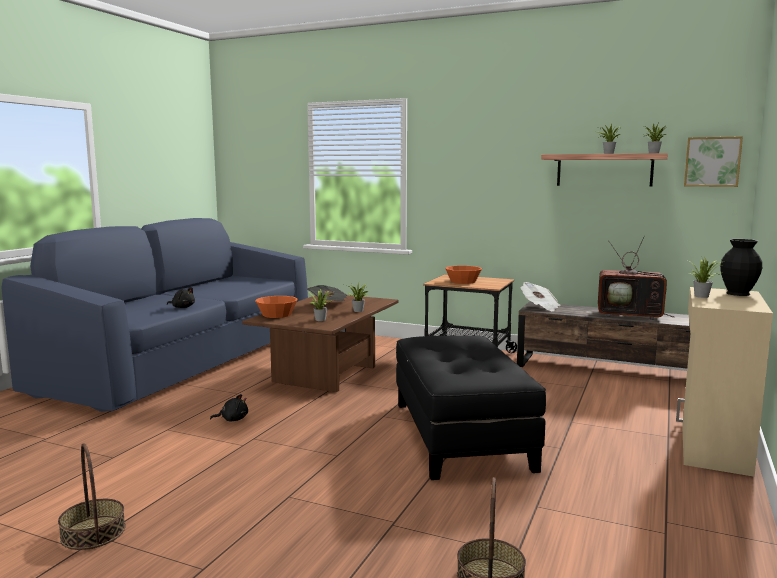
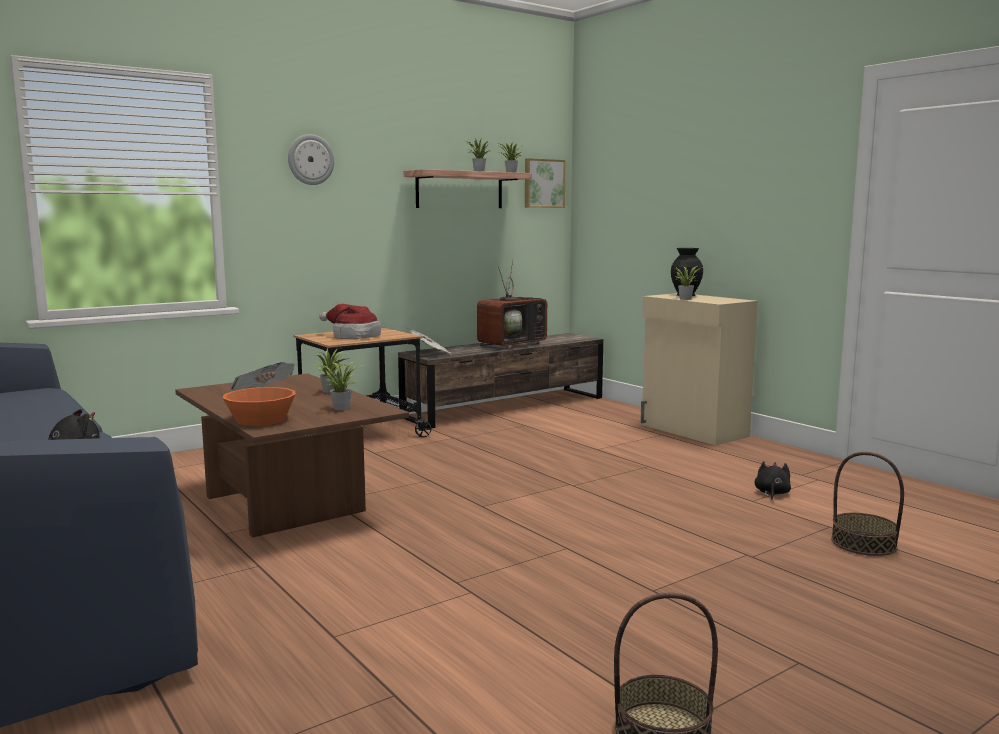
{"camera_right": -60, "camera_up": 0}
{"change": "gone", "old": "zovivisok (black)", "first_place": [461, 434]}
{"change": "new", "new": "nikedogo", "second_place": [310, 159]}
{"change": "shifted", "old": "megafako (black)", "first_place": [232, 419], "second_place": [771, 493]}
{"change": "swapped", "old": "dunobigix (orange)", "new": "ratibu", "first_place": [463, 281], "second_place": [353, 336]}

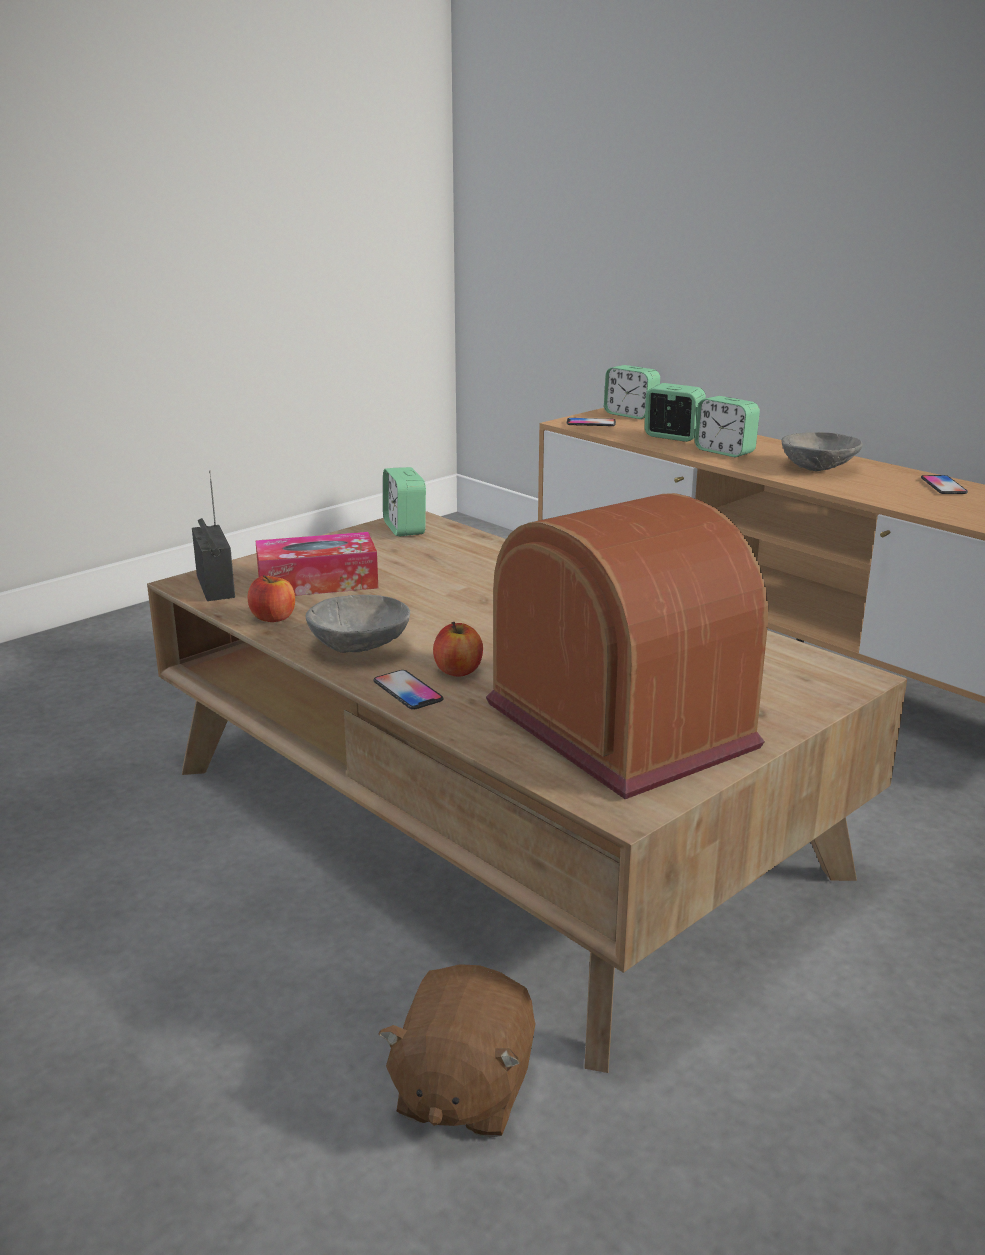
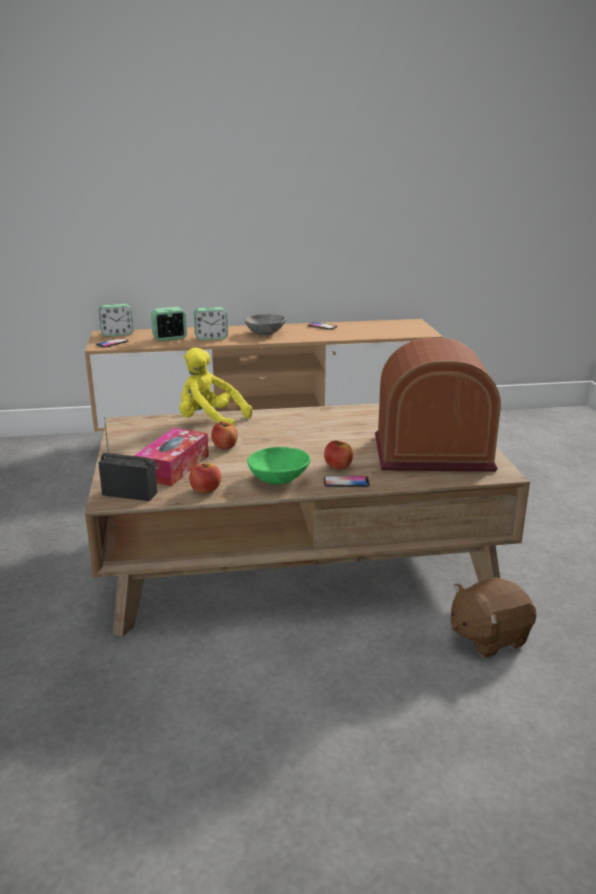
{"camera_right": -55, "camera_up": 0}
{"change": "gone", "old": "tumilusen", "first_place": [404, 528]}
{"change": "new", "new": "megafako (yellow)", "second_place": [210, 422]}
{"change": "new", "new": "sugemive", "second_place": [225, 446]}
{"change": "repainted", "old": "dunobigix (grey)", "new": "dunobigix (green)", "first_place": [361, 647], "second_place": [280, 479]}
{"change": "rotated", "old": "megafako (brown)", "first_place": [462, 1091], "second_place": [488, 637], "degrees": 105}

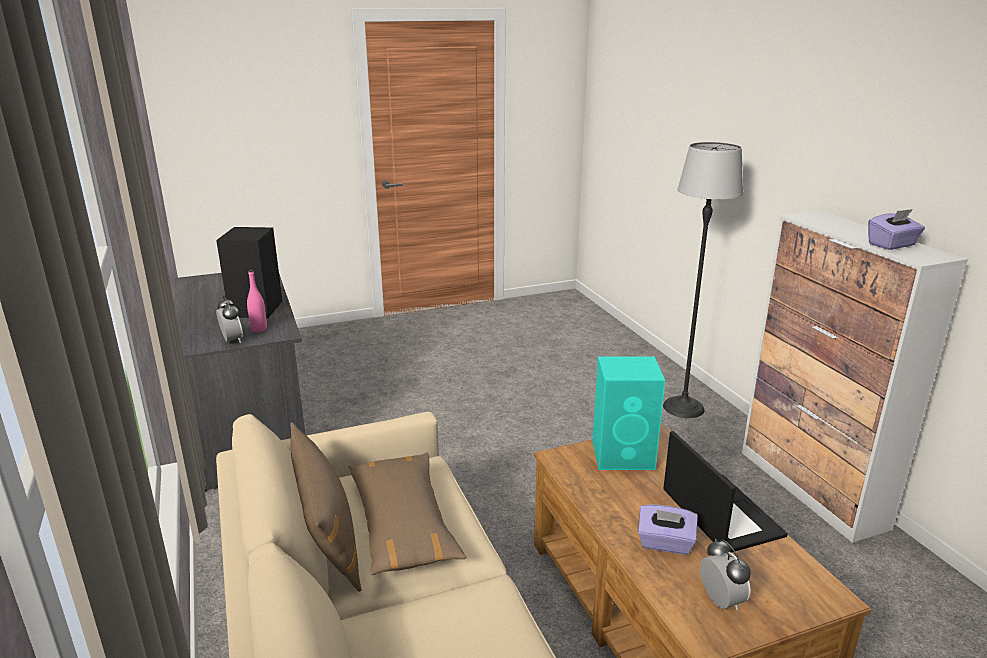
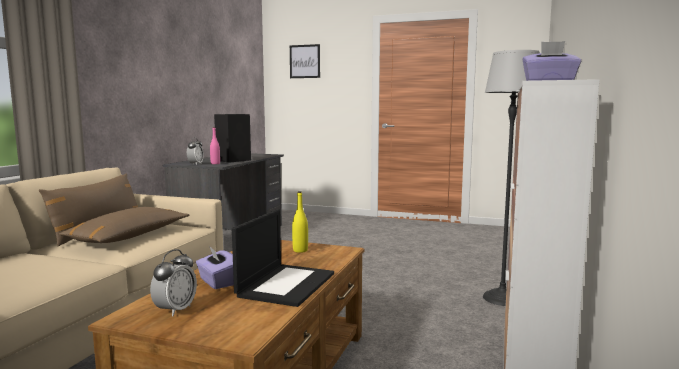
{"camera_right": 40, "camera_up": -15}
{"change": "new", "new": "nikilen", "second_place": [305, 61]}
{"change": "swapped", "old": "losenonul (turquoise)", "new": "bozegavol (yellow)", "first_place": [624, 455], "second_place": [300, 250]}

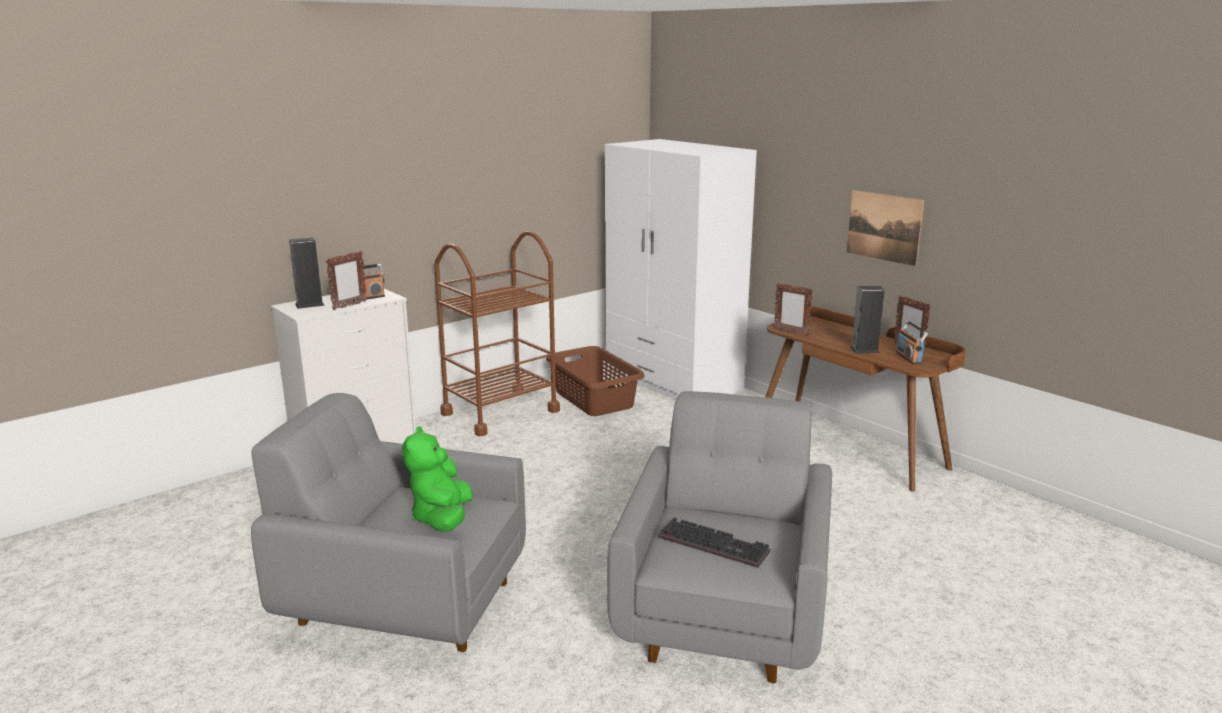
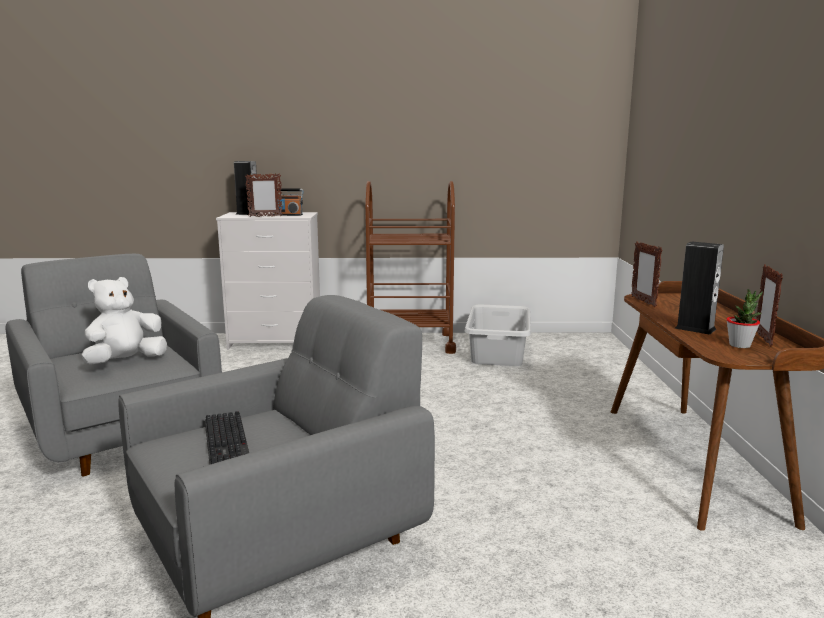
{"camera_right": 40, "camera_up": -5}
{"change": "gone", "old": "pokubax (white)", "first_place": [672, 381]}
{"change": "gone", "old": "nikilen", "first_place": [884, 227]}
{"change": "swapped", "old": "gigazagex", "new": "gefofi", "first_place": [908, 357], "second_place": [740, 345]}
{"change": "repainted", "old": "megafako (green)", "new": "megafako (white)", "first_place": [442, 518], "second_place": [125, 362]}
{"change": "repainted", "old": "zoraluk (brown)", "new": "zoraluk (grey)", "first_place": [594, 399], "second_place": [498, 352]}

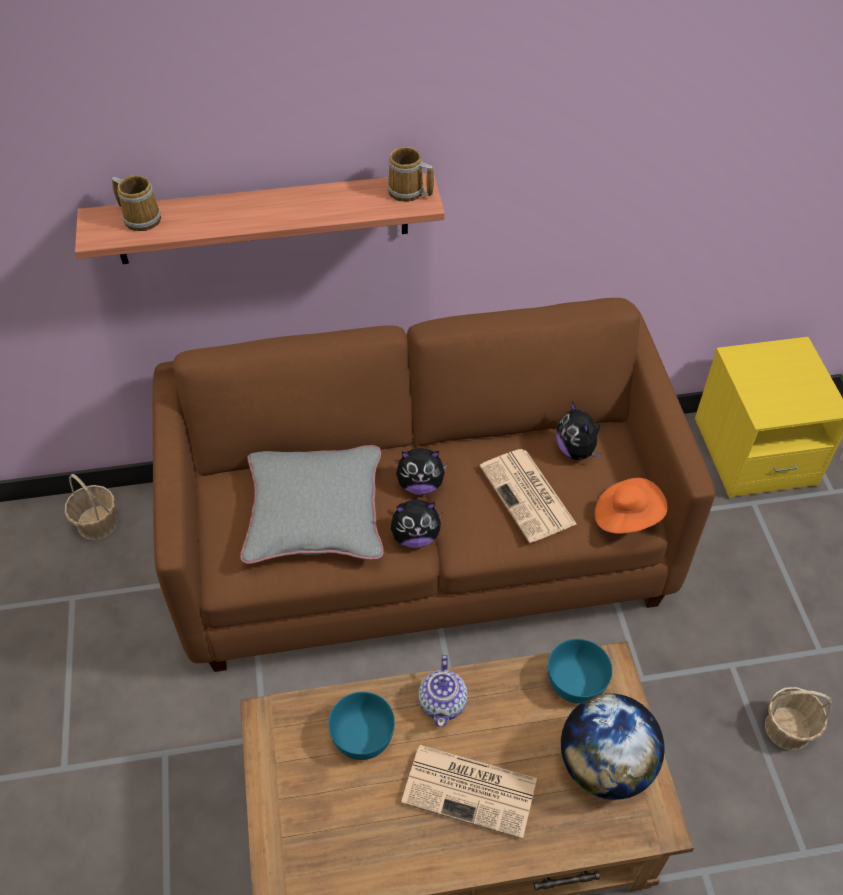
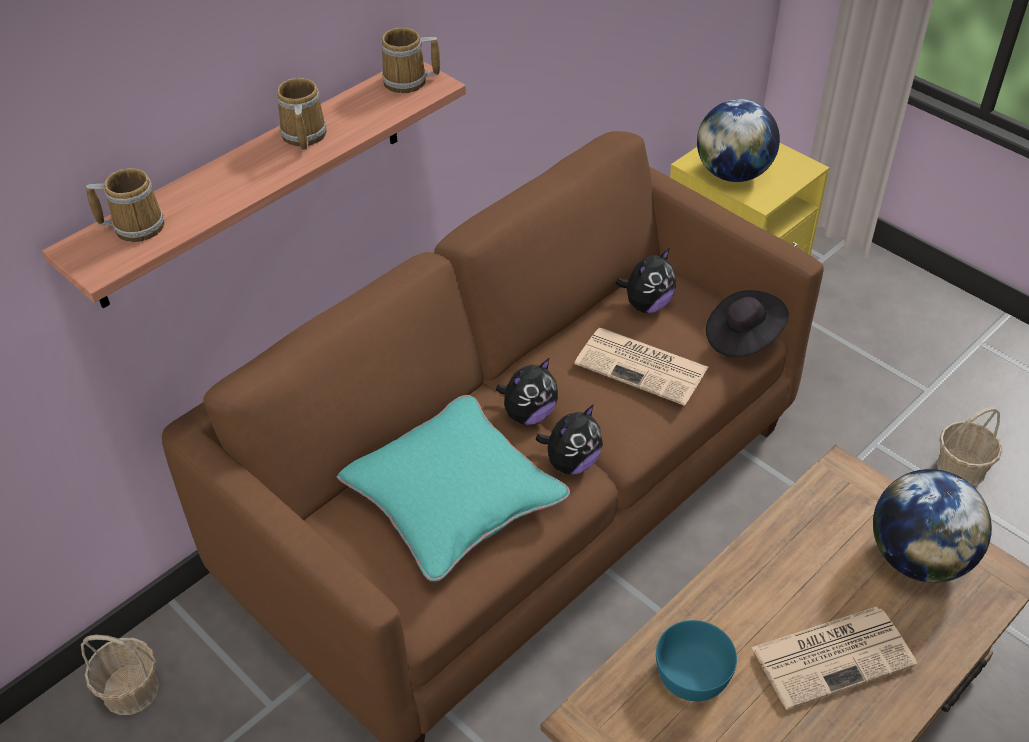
{"camera_right": -35, "camera_up": -5}
{"change": "gone", "old": "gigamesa", "first_place": [443, 702]}
{"change": "gone", "old": "dunobigix (turquoise)", "first_place": [575, 680]}
{"change": "new", "new": "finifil", "second_place": [302, 136]}
{"change": "new", "new": "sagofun", "second_place": [733, 173]}
{"change": "repainted", "old": "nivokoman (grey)", "new": "nivokoman (turquoise)", "first_place": [314, 512], "second_place": [452, 495]}
{"change": "repainted", "old": "ratibu (orange)", "new": "ratibu (black)", "first_place": [626, 516], "second_place": [743, 337]}
{"change": "rotated", "old": "megafako", "first_place": [577, 450], "second_place": [647, 304], "degrees": -75}

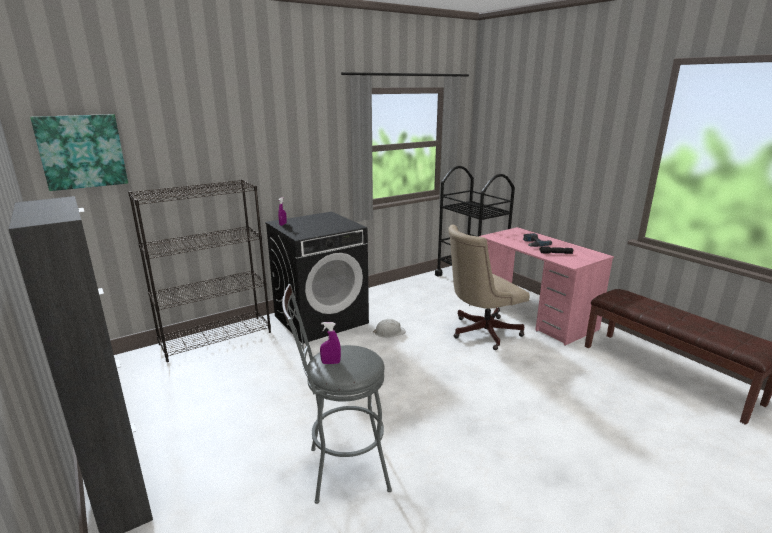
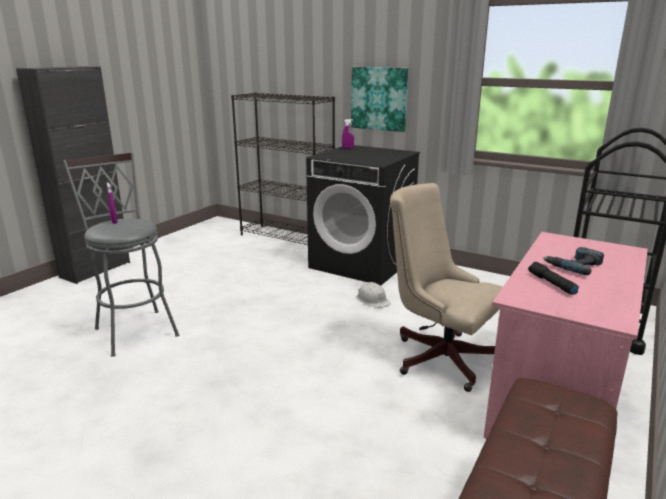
{"camera_right": 65, "camera_up": 0}
{"change": "shifted", "old": "nikilen", "first_place": [82, 151], "second_place": [379, 98]}

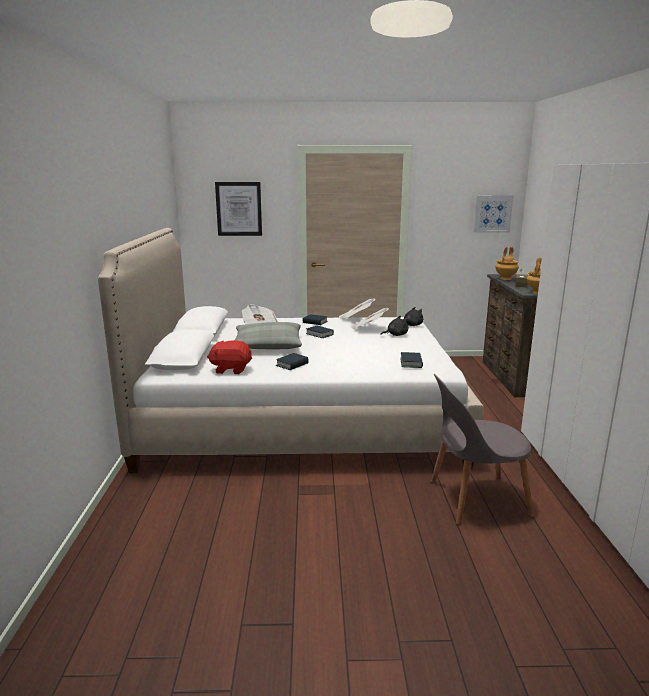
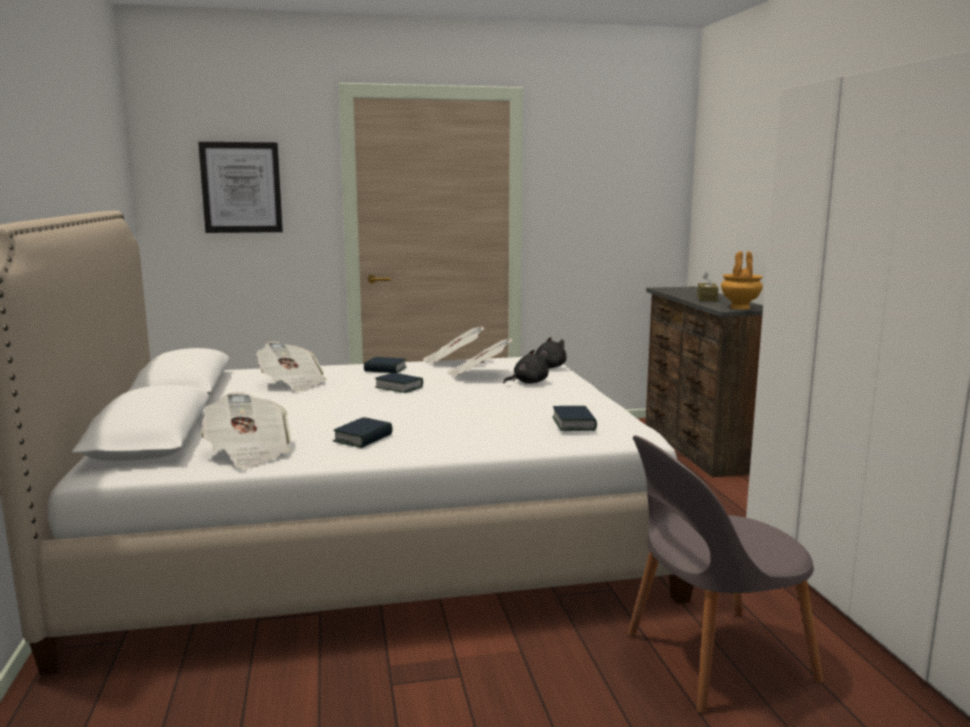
{"camera_right": -10, "camera_up": -5}
{"change": "gone", "old": "nivokoman (grey)", "first_place": [267, 345]}
{"change": "gone", "old": "nikilen", "first_place": [492, 214]}
{"change": "gone", "old": "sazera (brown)", "first_place": [505, 279]}
{"change": "swapped", "old": "megafako (red)", "new": "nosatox", "first_place": [231, 369], "second_place": [248, 453]}

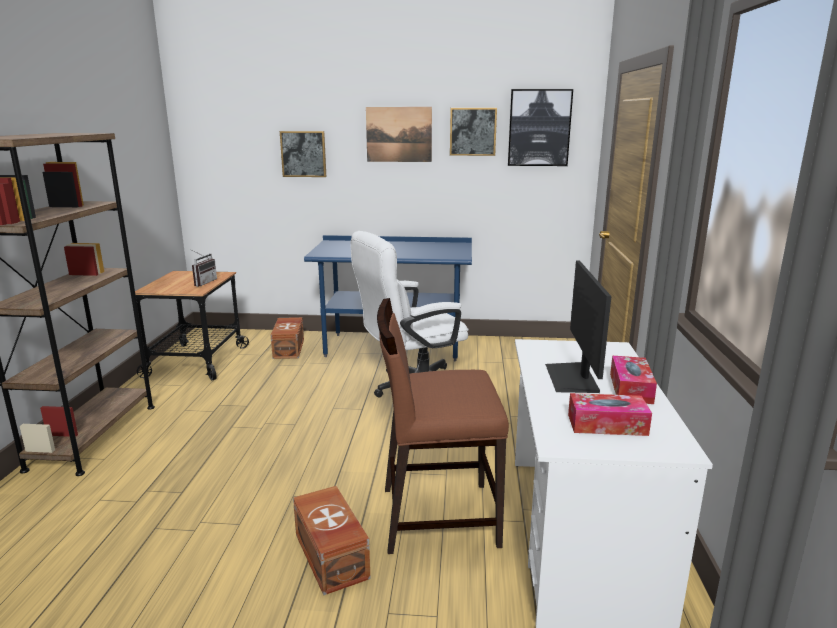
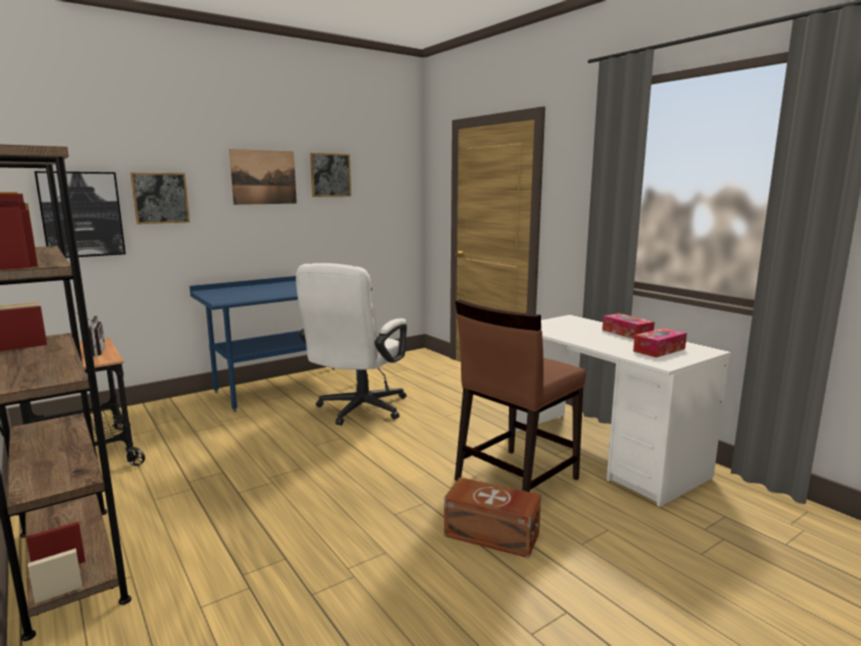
{"camera_right": -40, "camera_up": -5}
{"change": "gone", "old": "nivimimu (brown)", "first_place": [289, 348]}
{"change": "gone", "old": "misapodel", "first_place": [573, 378]}
{"change": "shifted", "old": "nikilen", "first_place": [539, 128], "second_place": [81, 214]}

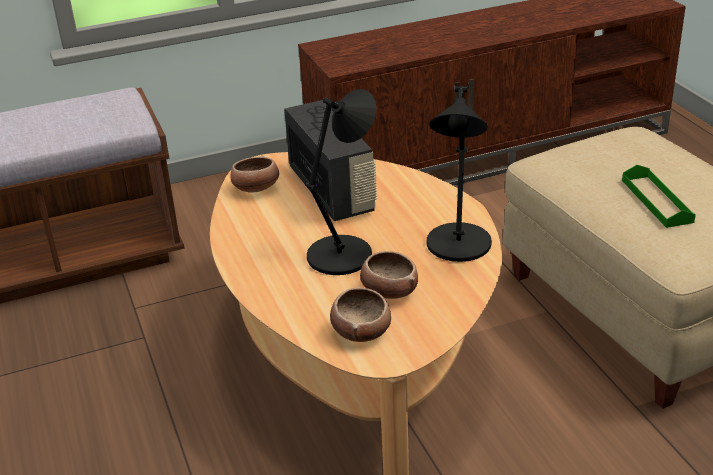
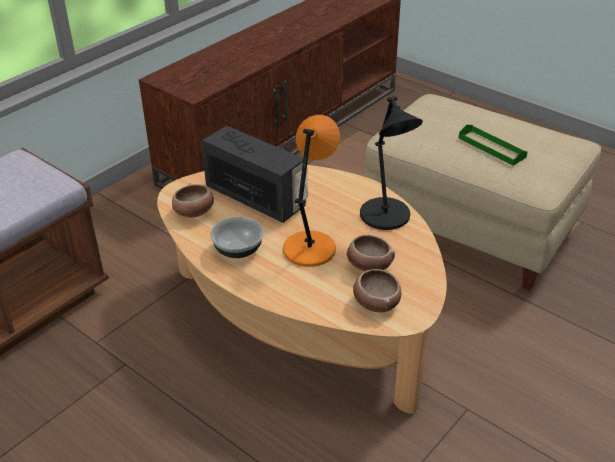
{"camera_right": -30, "camera_up": 5}
{"change": "new", "new": "dunobigix", "second_place": [239, 250]}
{"change": "repainted", "old": "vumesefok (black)", "new": "vumesefok (orange)", "first_place": [342, 254], "second_place": [310, 247]}

